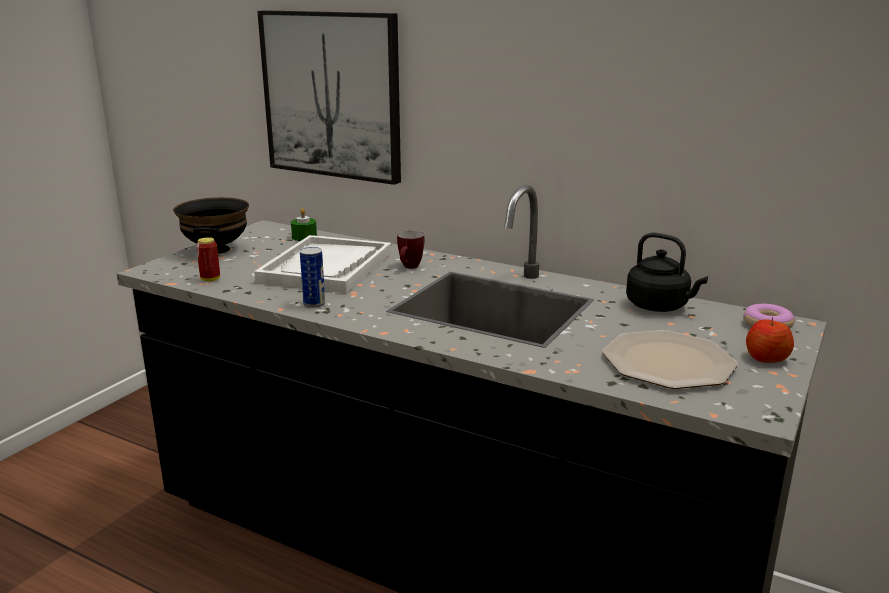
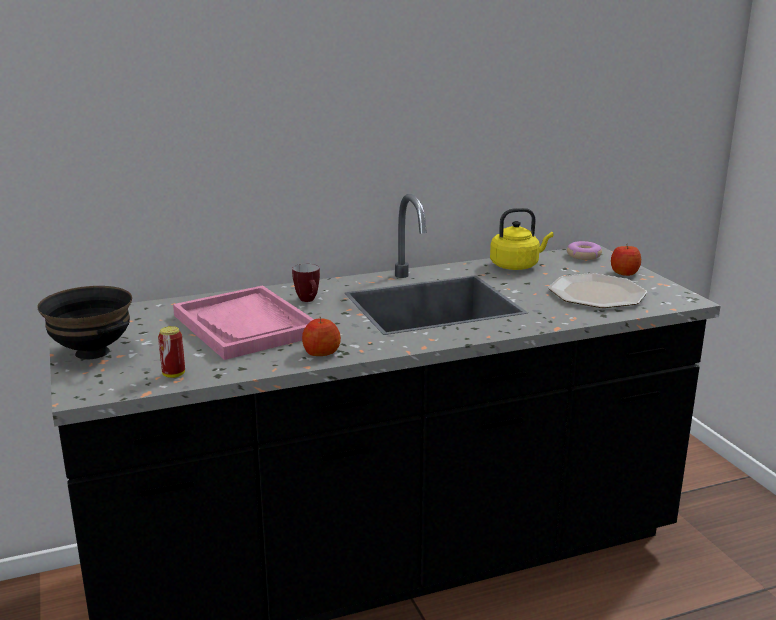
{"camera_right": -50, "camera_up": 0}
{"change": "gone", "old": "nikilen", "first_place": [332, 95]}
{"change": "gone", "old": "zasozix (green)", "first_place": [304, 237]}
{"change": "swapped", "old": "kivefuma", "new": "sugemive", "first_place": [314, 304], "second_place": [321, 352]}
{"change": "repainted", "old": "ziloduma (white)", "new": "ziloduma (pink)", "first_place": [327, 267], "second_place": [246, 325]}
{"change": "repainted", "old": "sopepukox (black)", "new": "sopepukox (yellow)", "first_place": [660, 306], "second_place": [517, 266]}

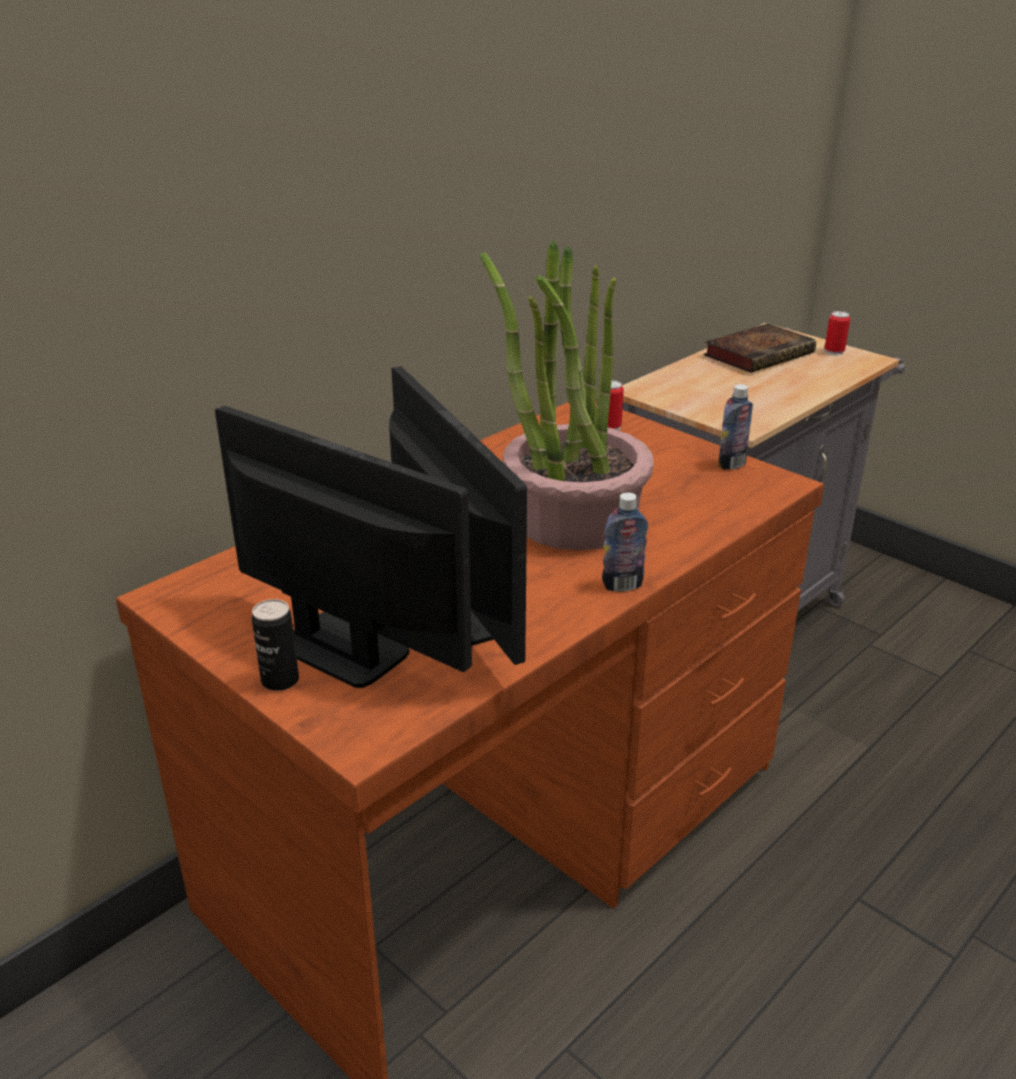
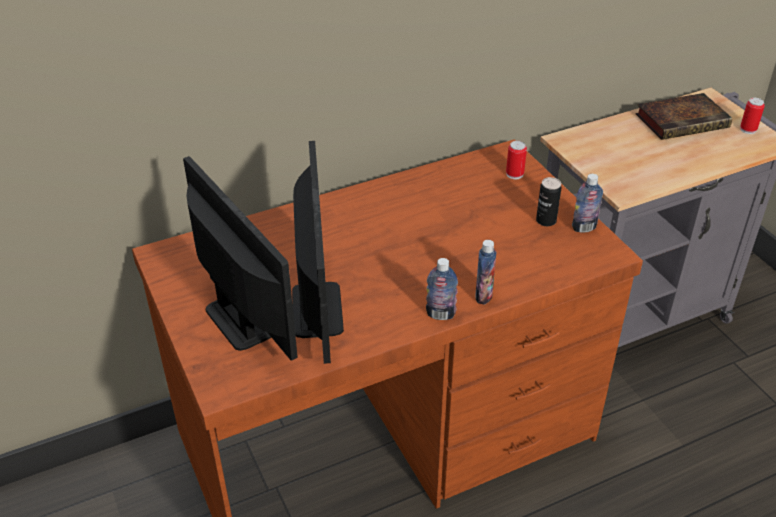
{"camera_right": 20, "camera_up": 10}
{"change": "gone", "old": "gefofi", "first_place": [573, 518]}
{"change": "new", "new": "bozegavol", "second_place": [483, 296]}
{"change": "shifted", "old": "kivefuma", "first_place": [280, 680], "second_place": [546, 221]}

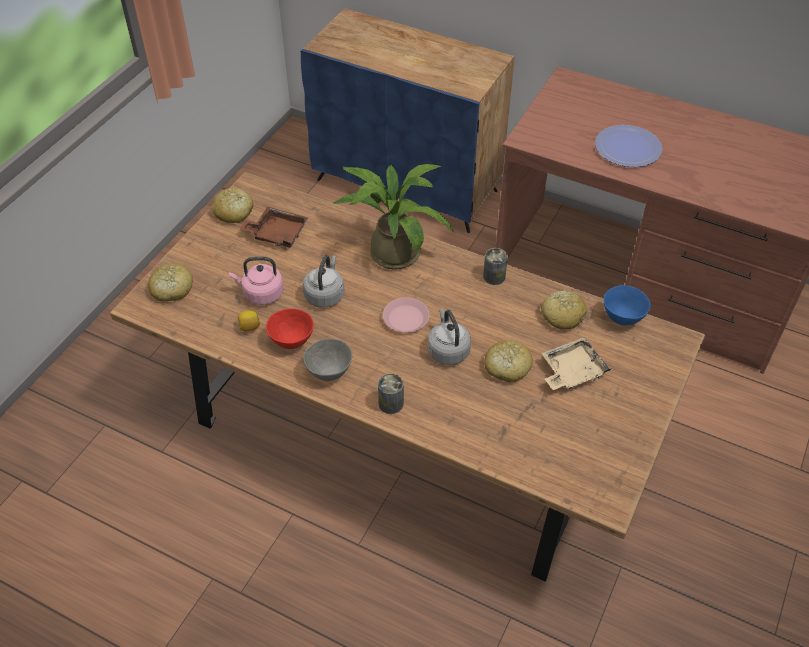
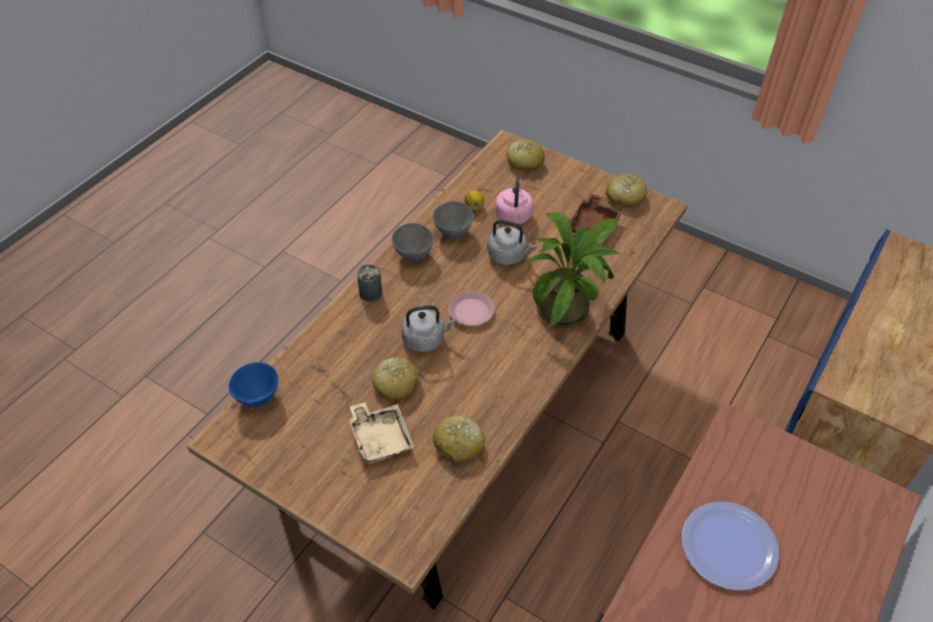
{"camera_right": 95, "camera_up": 0}
{"change": "gone", "old": "kivefuma", "first_place": [494, 276]}
{"change": "shifted", "old": "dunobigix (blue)", "first_place": [623, 318], "second_place": [258, 398]}
{"change": "repainted", "old": "dunobigix (red)", "new": "dunobigix (grey)", "first_place": [291, 342], "second_place": [452, 232]}

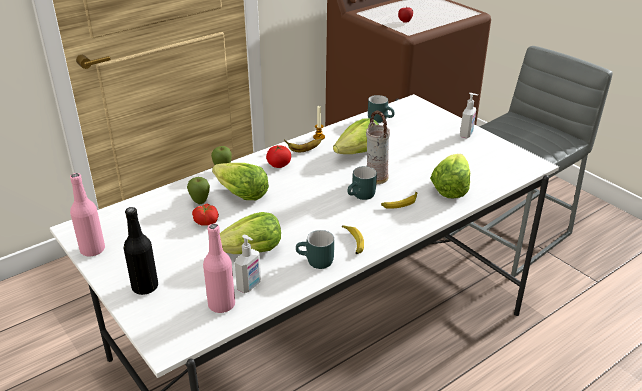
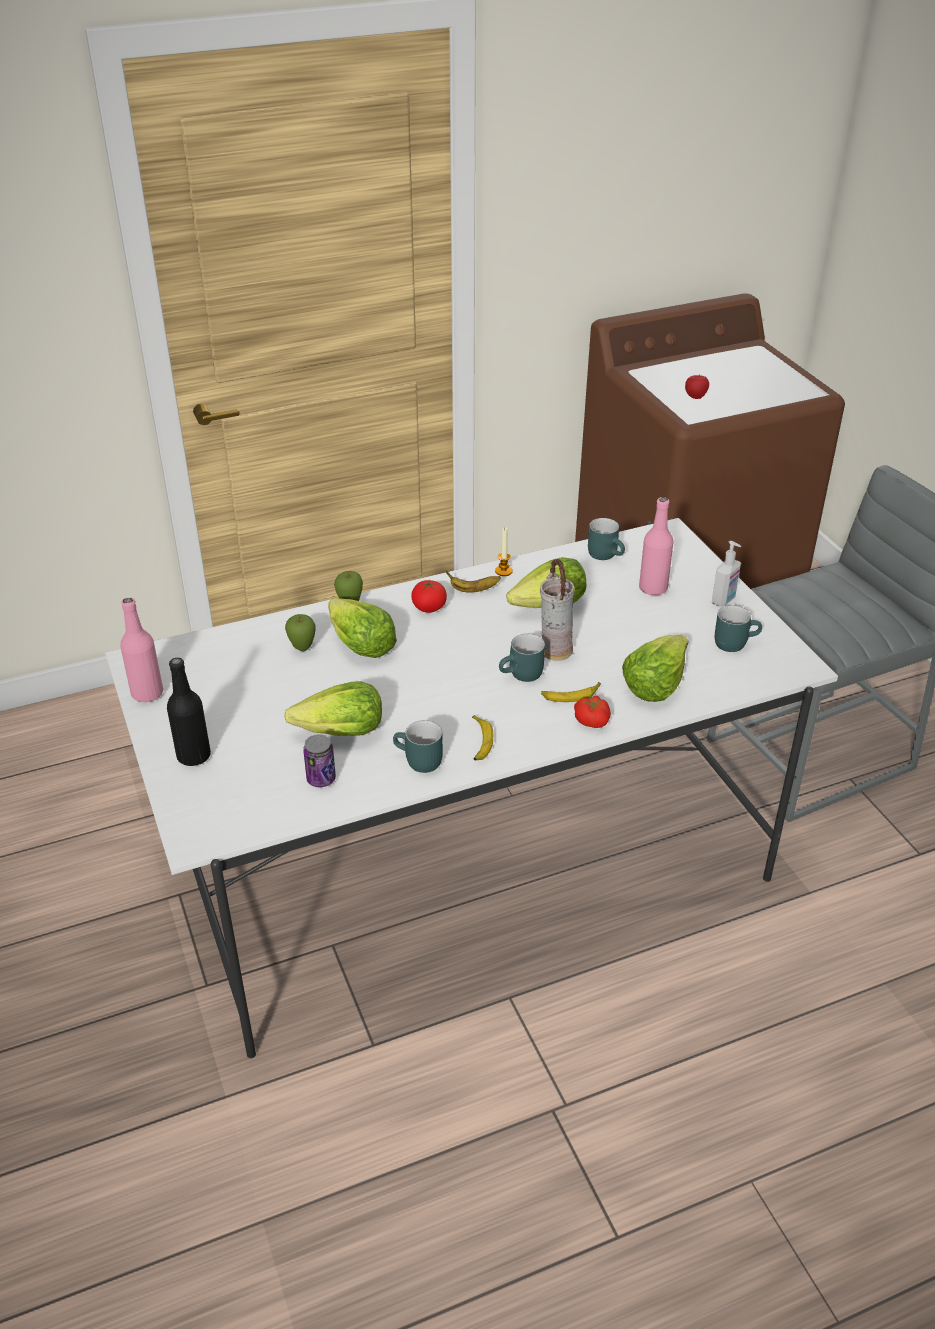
{"camera_right": 15, "camera_up": 5}
{"change": "new", "new": "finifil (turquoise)", "second_place": [734, 642]}
{"change": "shifted", "old": "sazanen", "first_place": [207, 221], "second_place": [592, 720]}
{"change": "shifted", "old": "bozegavol (pink)", "first_place": [221, 305], "second_place": [653, 588]}
{"change": "swapped", "old": "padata", "new": "kivefuma", "first_place": [250, 286], "second_place": [321, 779]}

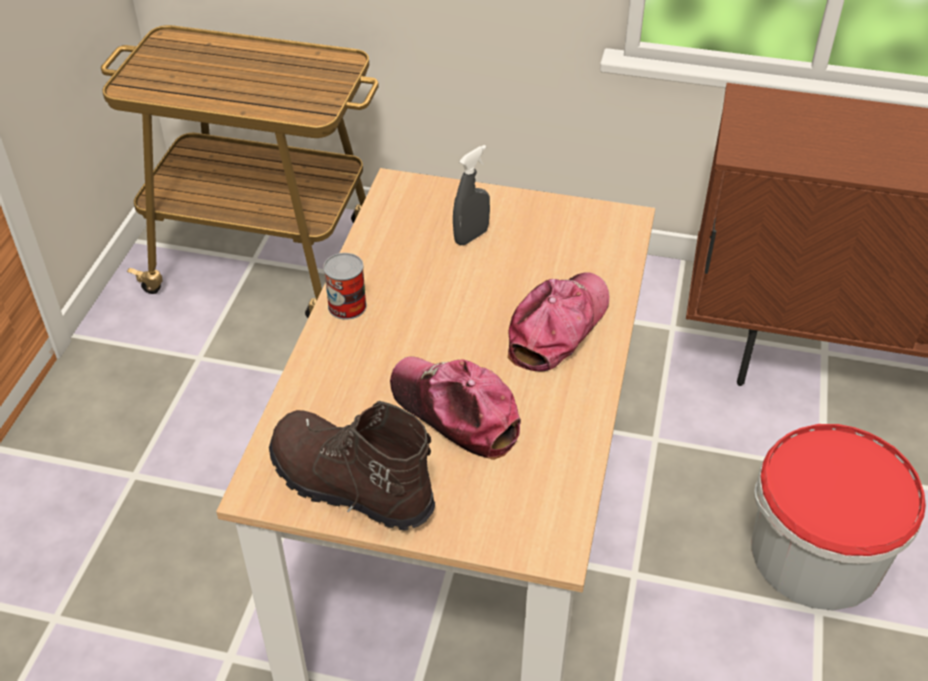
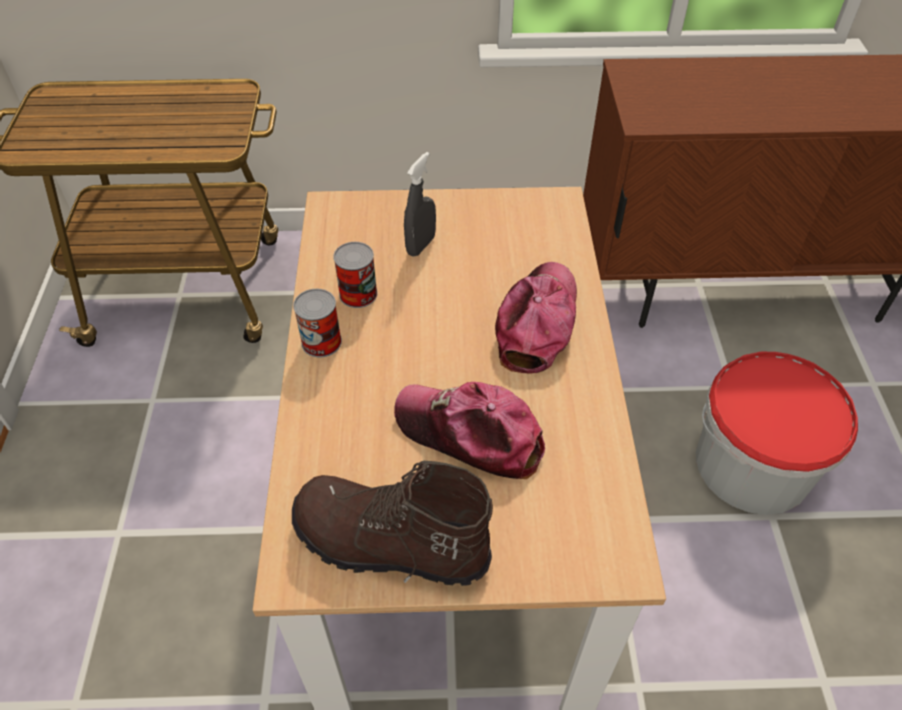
{"camera_right": -15, "camera_up": 5}
{"change": "new", "new": "kivefuma", "second_place": [358, 294]}

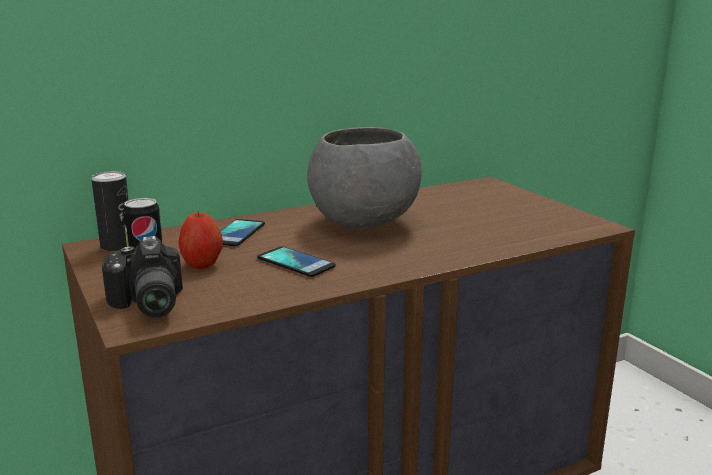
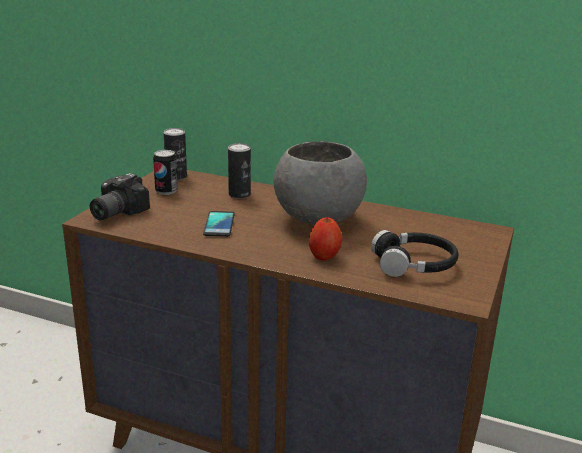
{"camera_right": 50, "camera_up": 5}
{"change": "new", "new": "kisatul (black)", "second_place": [414, 264]}
{"change": "shifted", "old": "sugemive", "first_place": [202, 264], "second_place": [324, 257]}
{"change": "swapped", "old": "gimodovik", "new": "kivefuma", "first_place": [237, 233], "second_place": [239, 194]}

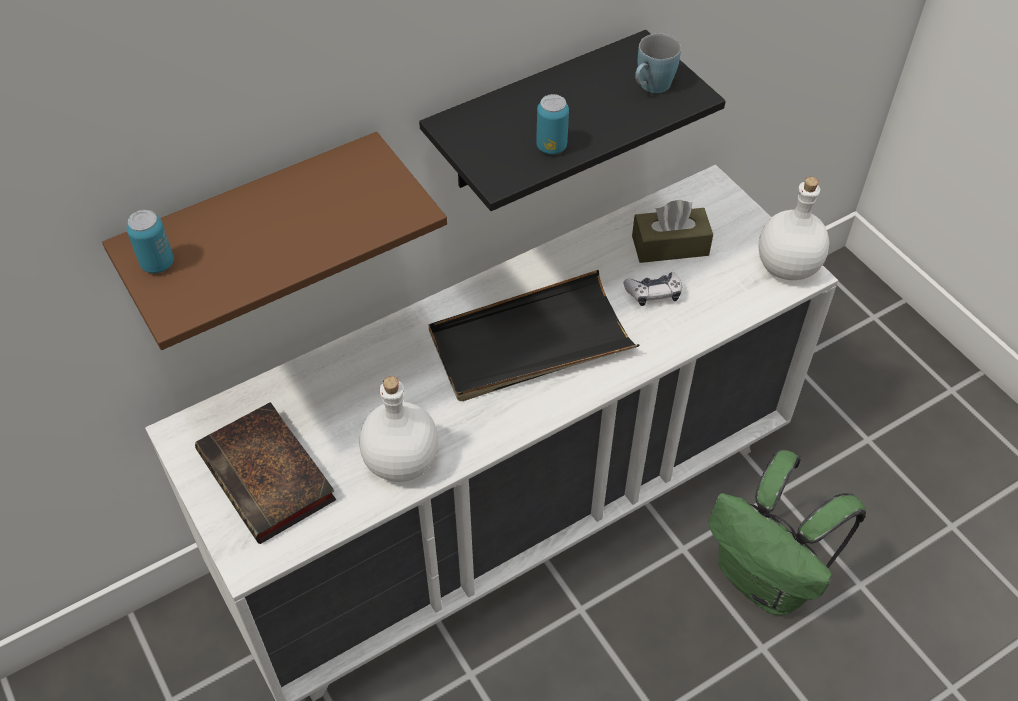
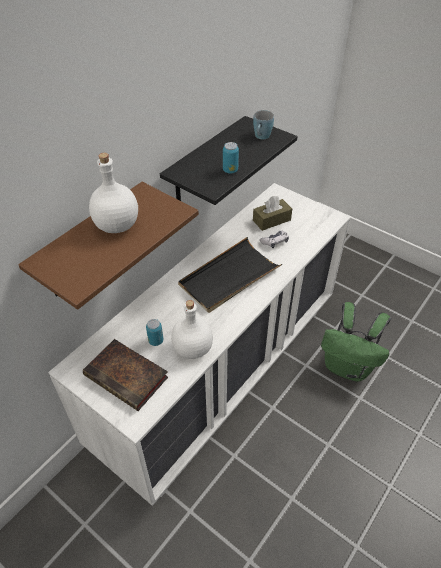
{"camera_right": -20, "camera_up": -5}
{"change": "shifted", "old": "kivefuma", "first_place": [157, 263], "second_place": [156, 341]}
{"change": "shifted", "old": "bozegavol (white)", "first_place": [786, 267], "second_place": [117, 226]}

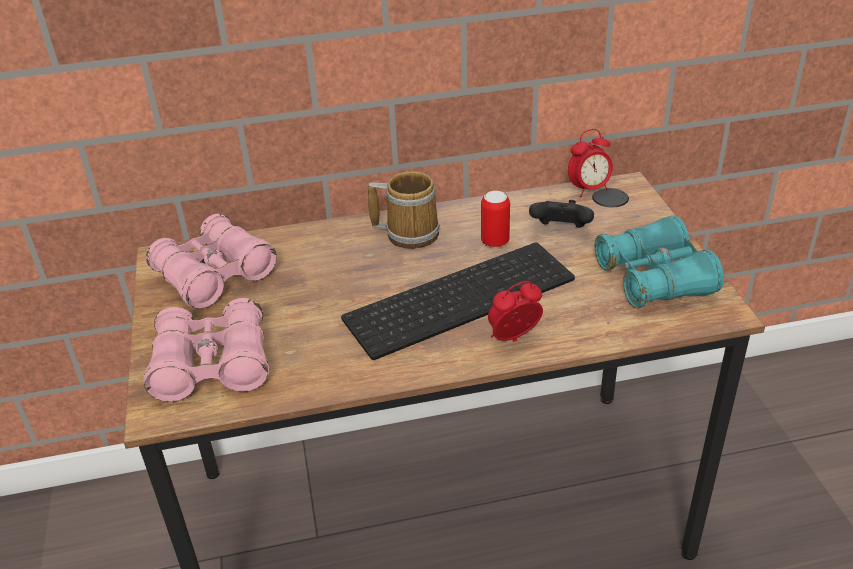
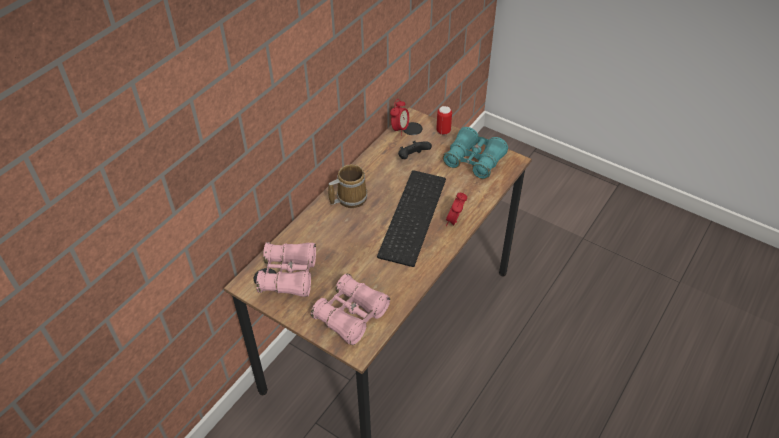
{"camera_right": -45, "camera_up": 10}
{"change": "shifted", "old": "kivefuma", "first_place": [495, 242], "second_place": [443, 131]}

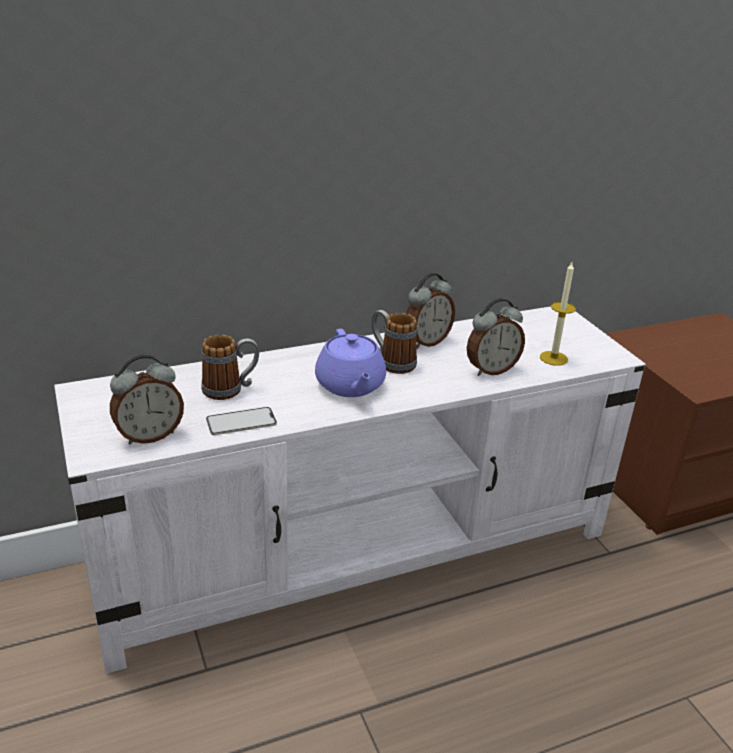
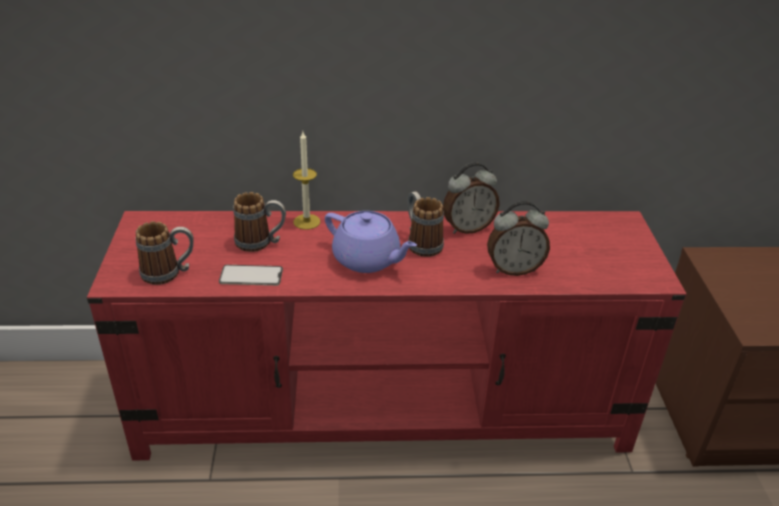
{"camera_right": 20, "camera_up": 5}
{"change": "shifted", "old": "zasozix", "first_place": [553, 358], "second_place": [306, 221]}
{"change": "swapped", "old": "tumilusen", "new": "finifil", "first_place": [149, 435], "second_place": [169, 273]}
{"change": "repainted", "old": "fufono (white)", "new": "fufono (red)", "first_place": [358, 551], "second_place": [386, 408]}
{"change": "rotated", "old": "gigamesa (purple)", "first_place": [350, 386], "second_place": [368, 260], "degrees": -60}

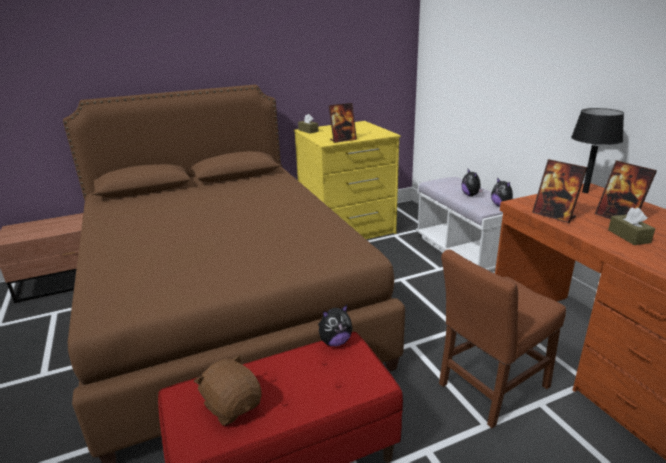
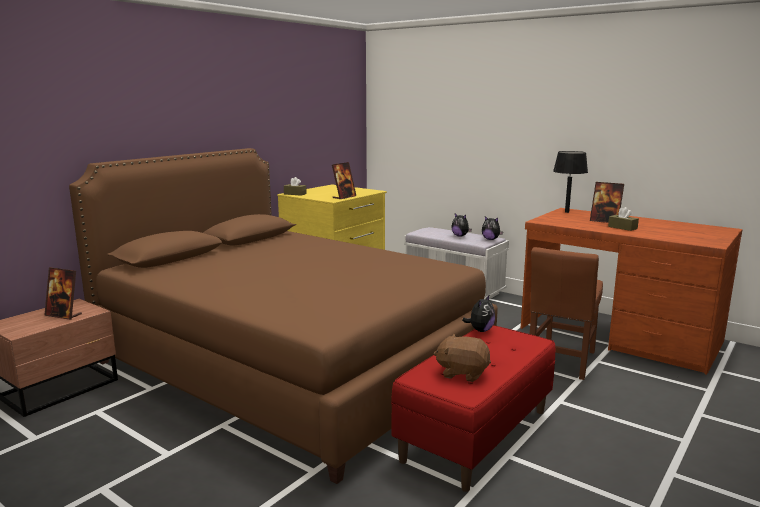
{"camera_right": -30, "camera_up": -10}
{"change": "shifted", "old": "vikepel", "first_place": [554, 215], "second_place": [63, 315]}

